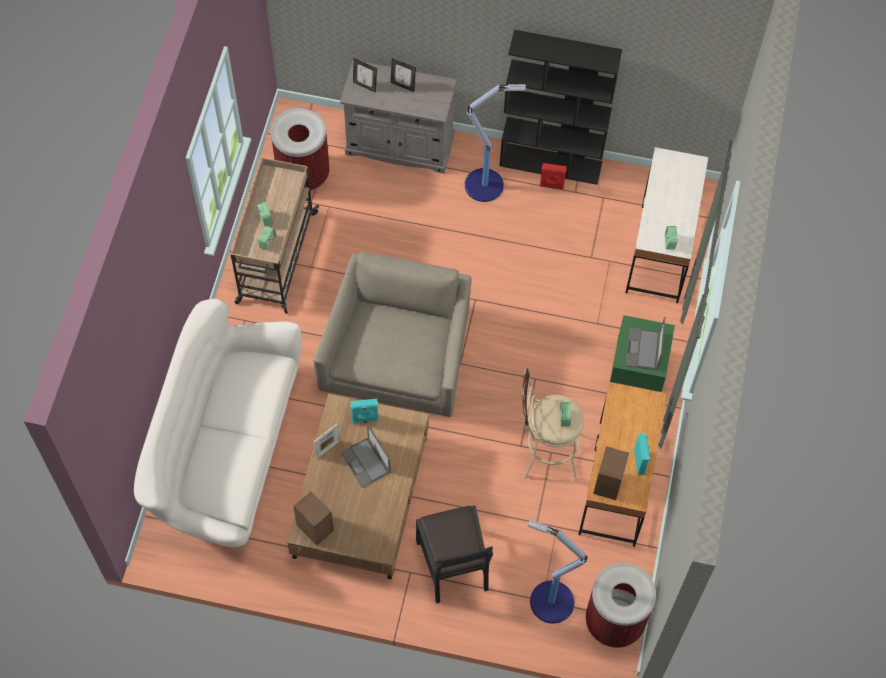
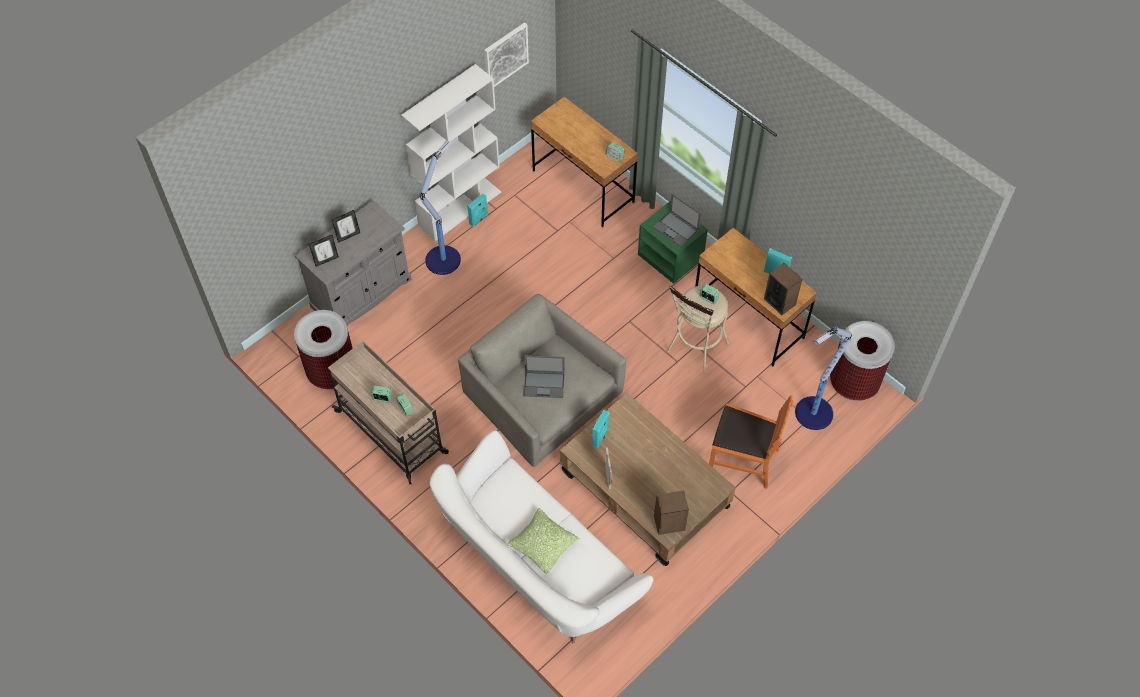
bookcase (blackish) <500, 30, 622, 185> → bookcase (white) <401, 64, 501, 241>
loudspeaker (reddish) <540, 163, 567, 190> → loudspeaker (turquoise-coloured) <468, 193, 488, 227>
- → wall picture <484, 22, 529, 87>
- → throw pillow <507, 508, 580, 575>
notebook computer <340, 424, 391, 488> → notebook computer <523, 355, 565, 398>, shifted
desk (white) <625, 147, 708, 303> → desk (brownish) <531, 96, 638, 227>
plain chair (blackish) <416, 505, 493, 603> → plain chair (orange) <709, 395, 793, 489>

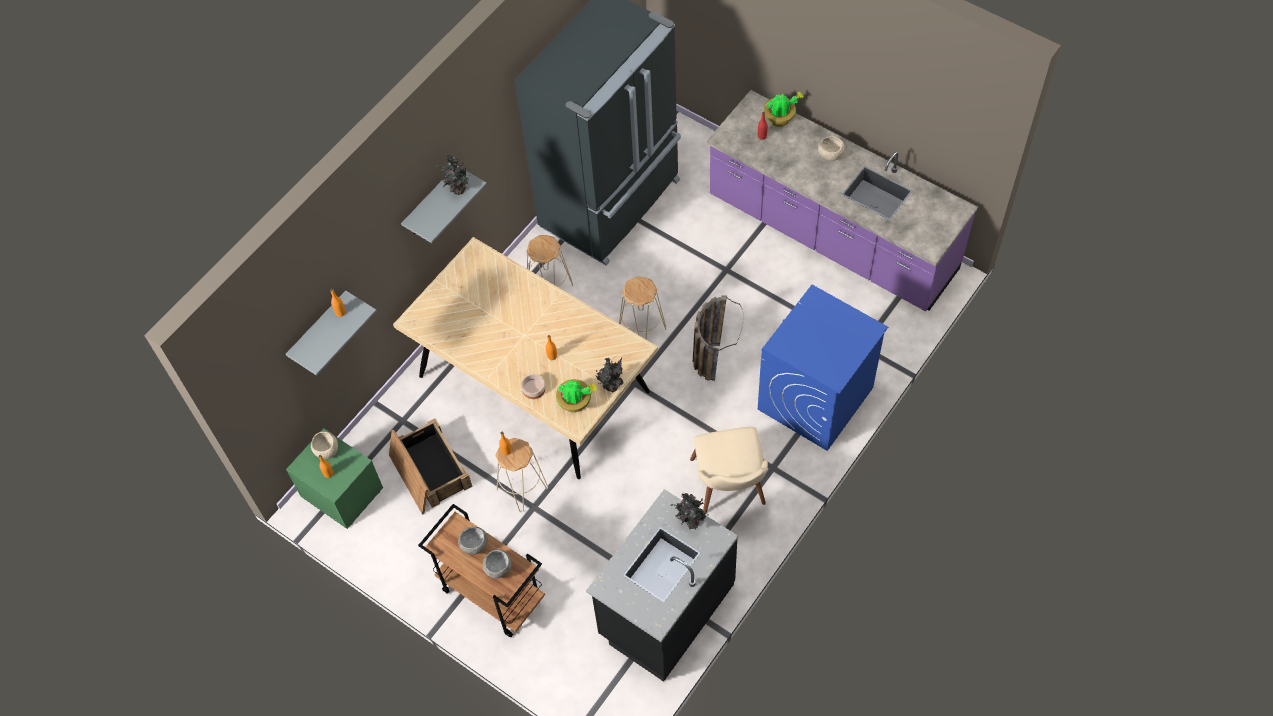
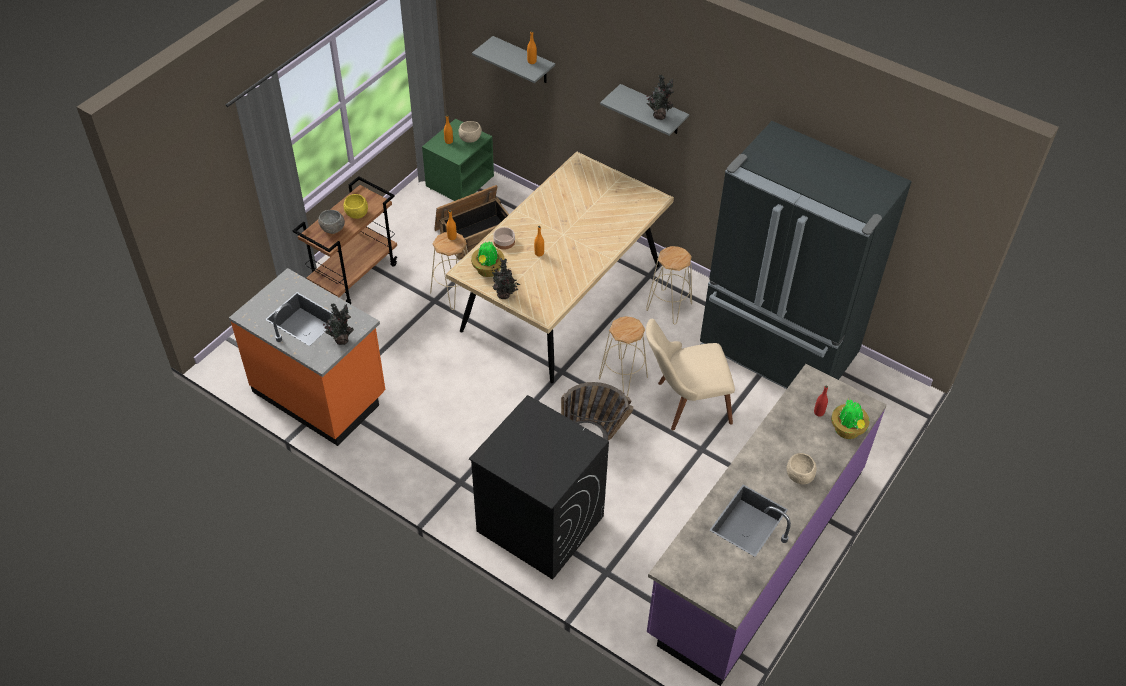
counter (blackish) <586, 489, 738, 682> → counter (orange) <229, 268, 385, 446>
serving bowl (greyish) <458, 527, 488, 555> → serving bowl (yellow-coloured) <344, 194, 368, 219>
washing machine (blue-coloured) <758, 285, 888, 451> → washing machine (blackish) <469, 395, 609, 580>
plain chair (beige-coloured) <690, 427, 768, 514> → plain chair (beige-coloured) <646, 319, 735, 430>, shifted

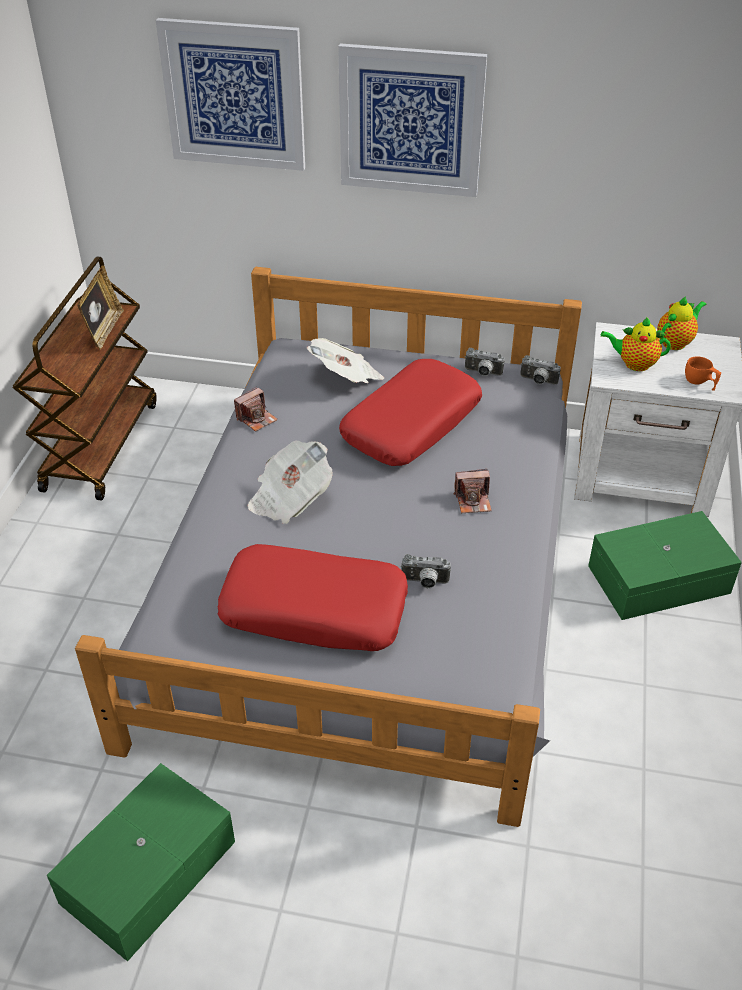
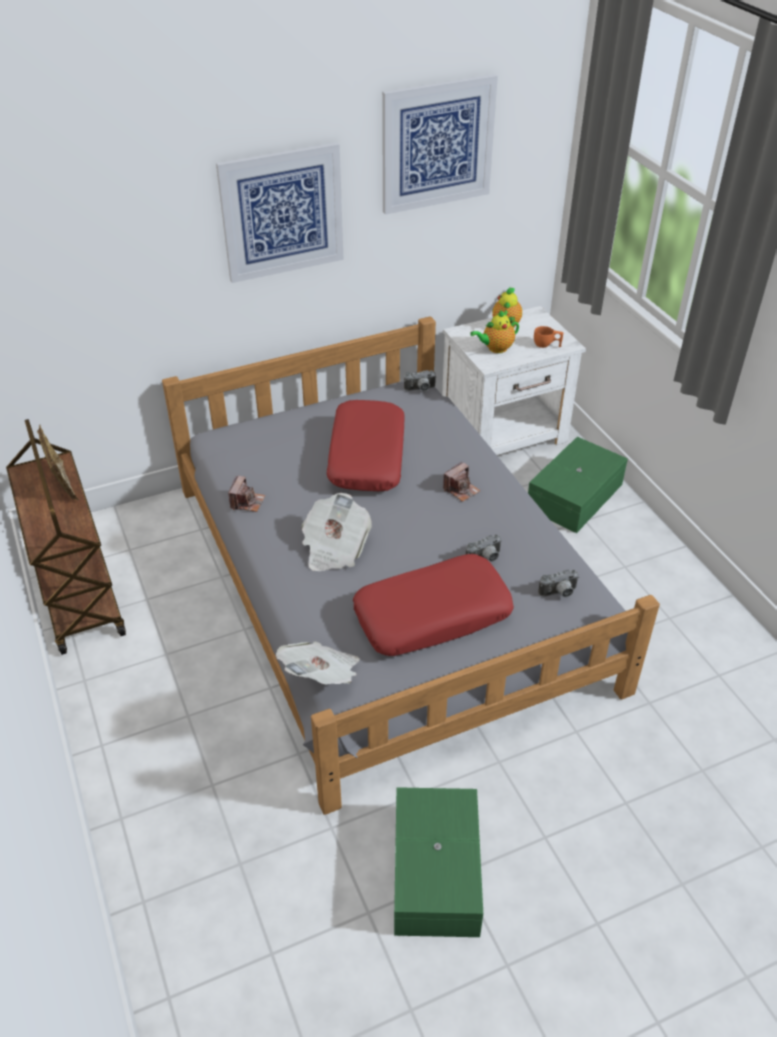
daily paper <306, 338, 384, 383> → daily paper <276, 641, 360, 685>, shifted
wall picture <156, 18, 305, 171> → wall picture <382, 74, 498, 215>, shifted
still camera <465, 348, 505, 376> → still camera <538, 569, 579, 597>, shifted

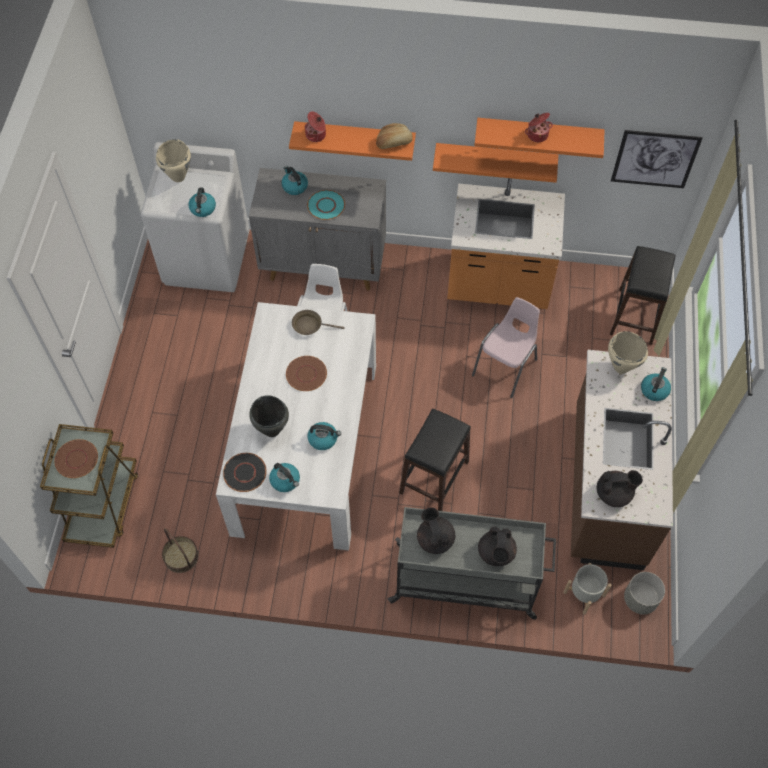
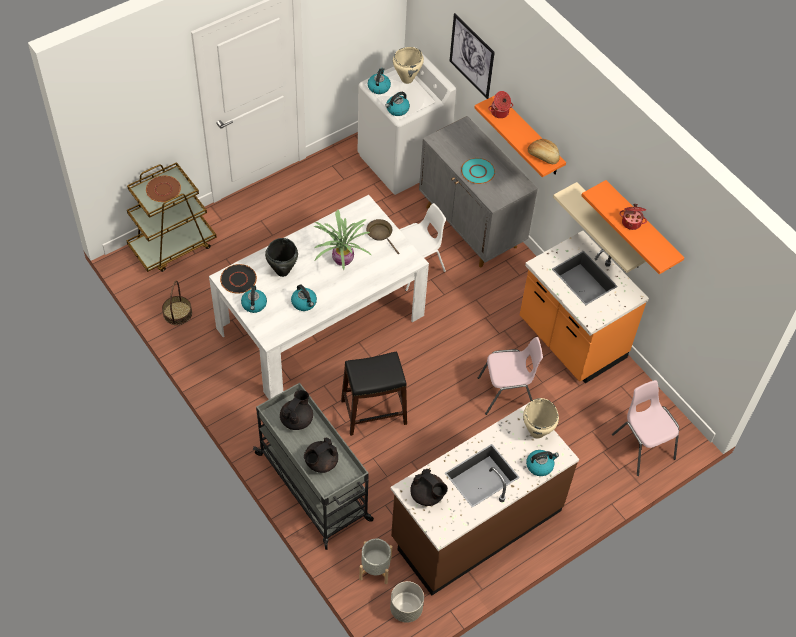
flat dish (brownish) <286, 356, 327, 391> → potted plant <314, 209, 372, 270>
water kettle <281, 166, 308, 195> → water kettle <368, 68, 391, 94>, shifted
wall picture <611, 130, 702, 188> → wall picture <450, 13, 495, 99>, shifted
bracket shelf (orange) <433, 143, 558, 183> → bracket shelf (beige-coloured) <553, 182, 646, 273>
sitting stool (blackish) <610, 246, 676, 345> → plain chair (pinkish) <612, 380, 679, 476>

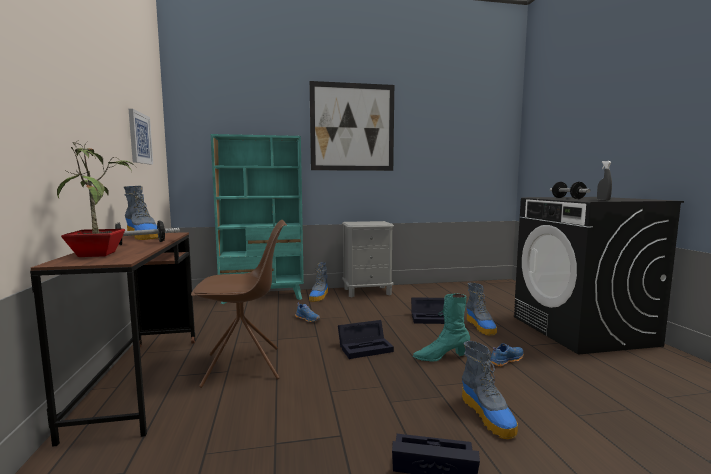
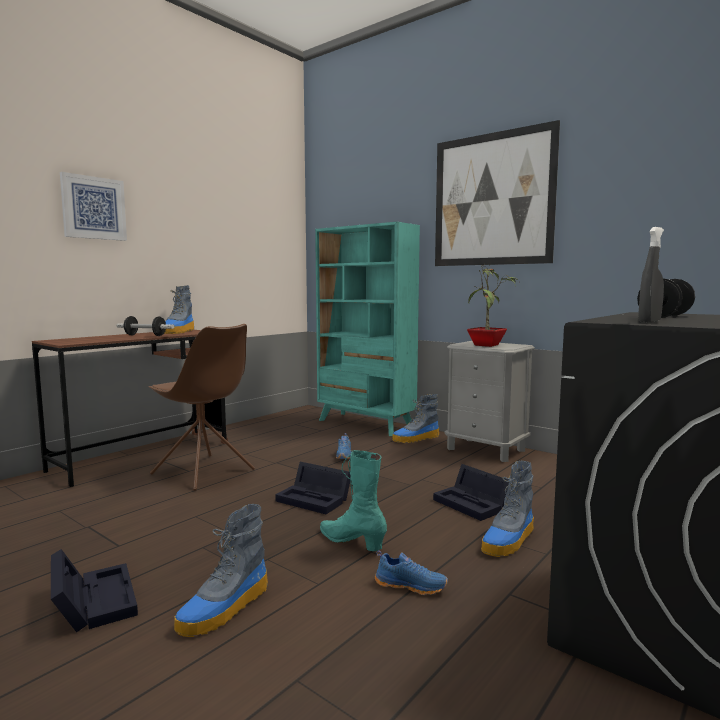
wall picture <129, 109, 153, 164> → wall picture <60, 172, 127, 241>, shifted
potted plant <57, 141, 135, 257> → potted plant <467, 265, 519, 347>, shifted

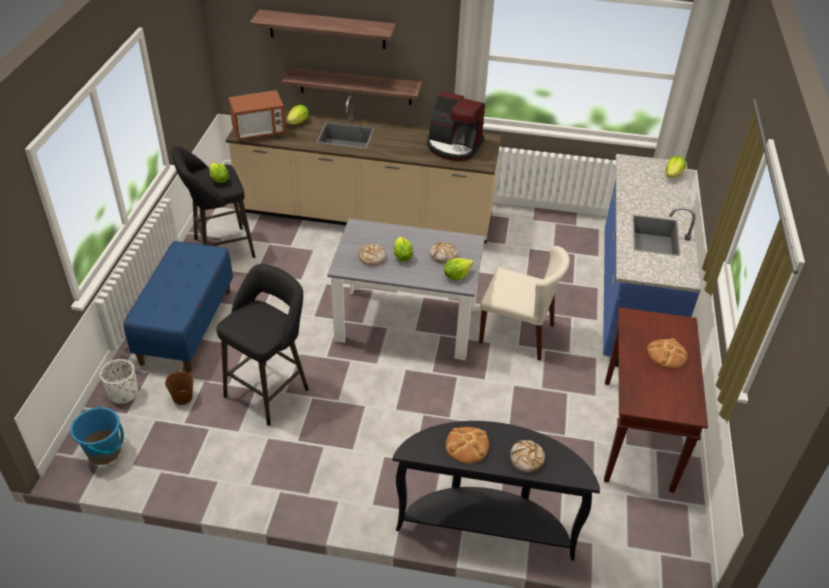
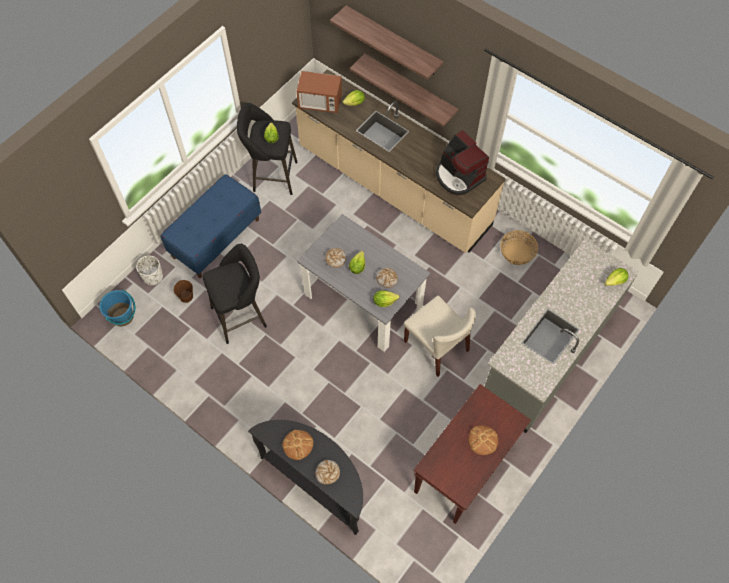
counter (blue-coloured) <603, 154, 701, 367> → counter (greyish) <485, 239, 639, 433>
- → household basket <500, 230, 538, 265>

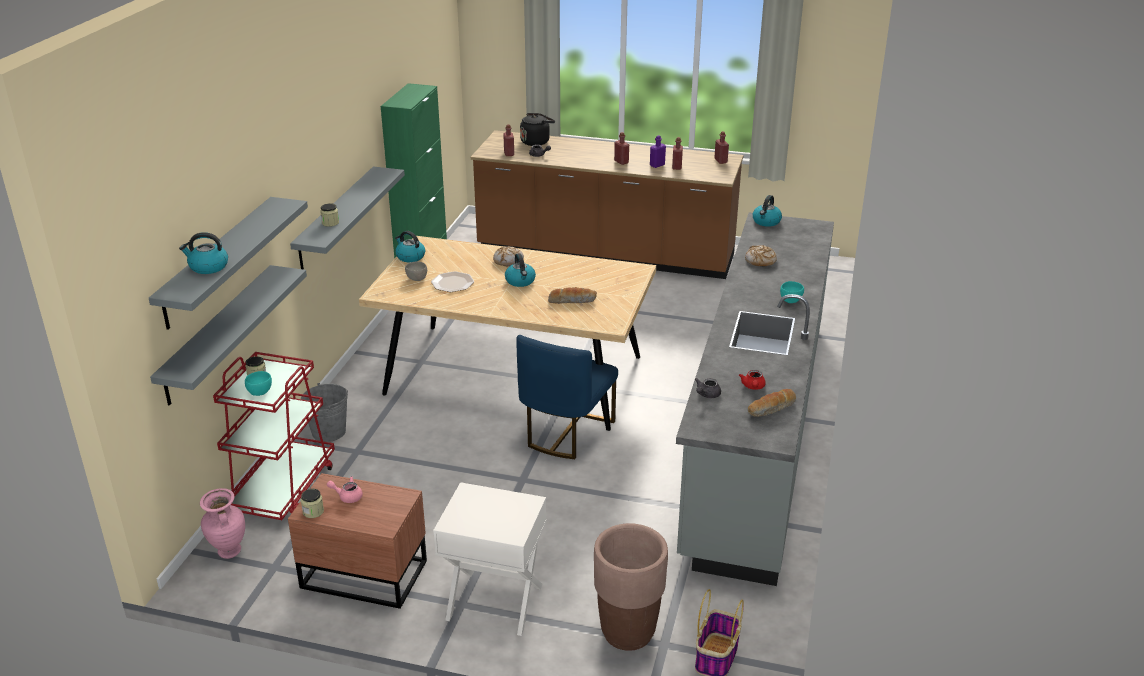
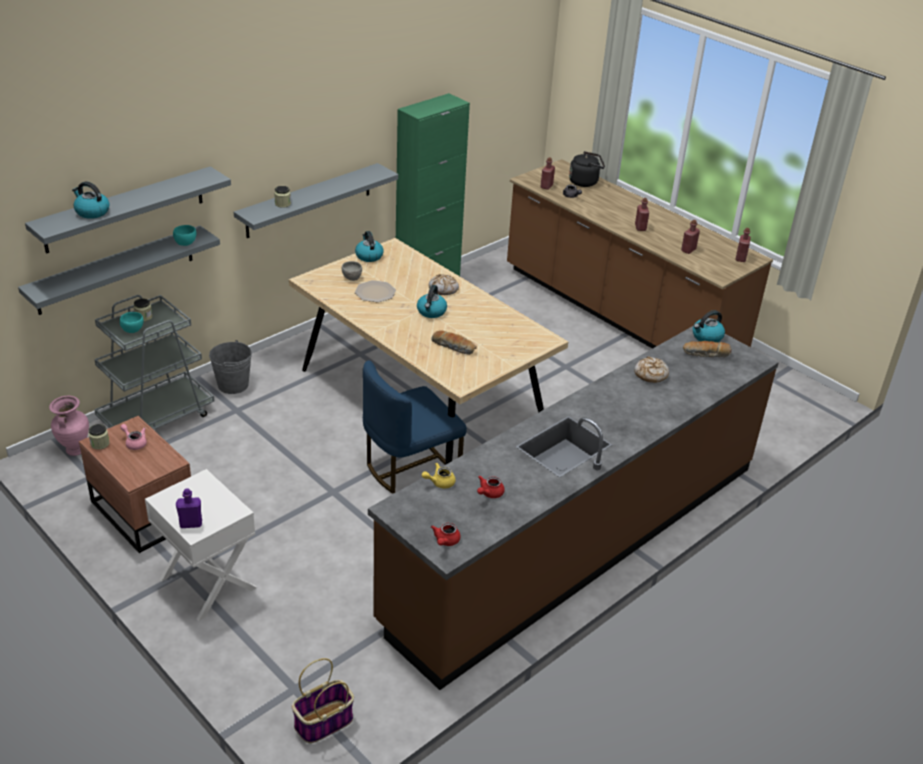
wheeled cart (reddish) <213, 352, 335, 520> → wheeled cart (greyish) <94, 295, 215, 430>
serving bowl (turquoise-coloured) <780, 281, 804, 303> → serving bowl (turquoise-coloured) <173, 225, 196, 246>, shifted
bottle (purplish) <650, 135, 666, 168> → bottle (purplish) <176, 489, 202, 528>, shifted
counter (greyish) <676, 212, 834, 586> → counter (brownish) <368, 326, 779, 690>
tea pot (greyish) <695, 378, 721, 398> → tea pot (yellow-coloured) <422, 463, 456, 488>
- → tea pot (reddish) <431, 523, 460, 546>
baked bread <748, 389, 796, 417> → baked bread <683, 341, 732, 357>, shifted
planter (brownish) <594, 523, 668, 651> → -

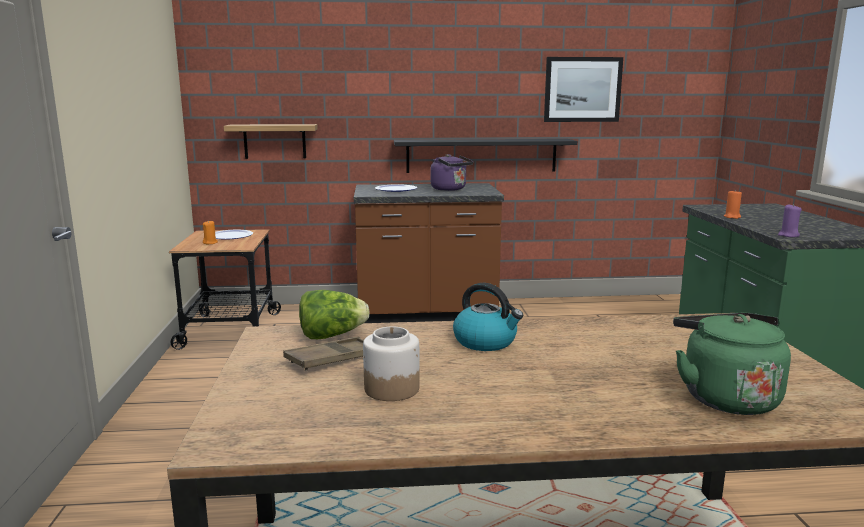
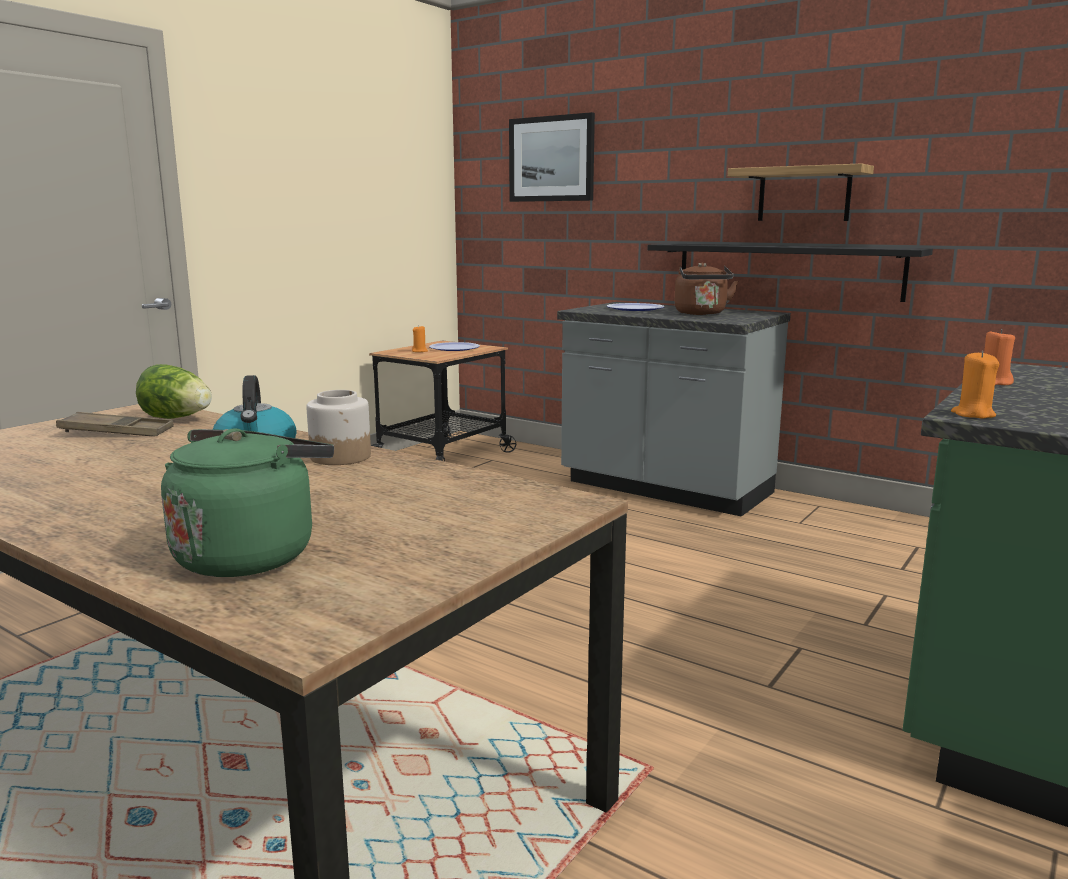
preserve jar <363, 326, 420, 401> → preserve jar <307, 390, 371, 465>, shifted
wall picture <544, 57, 623, 122> → wall picture <509, 112, 595, 202>, shifted
counter (brownish) <354, 183, 504, 323> → counter (greyish) <557, 302, 791, 517>
water kettle (purplish) <430, 154, 473, 191> → water kettle (brownish) <675, 263, 738, 315>
bracket shelf <224, 124, 318, 159> → bracket shelf <728, 163, 874, 221>, shifted
wax light (purplish) <778, 204, 802, 237> → wax light (orange) <951, 351, 999, 419>

